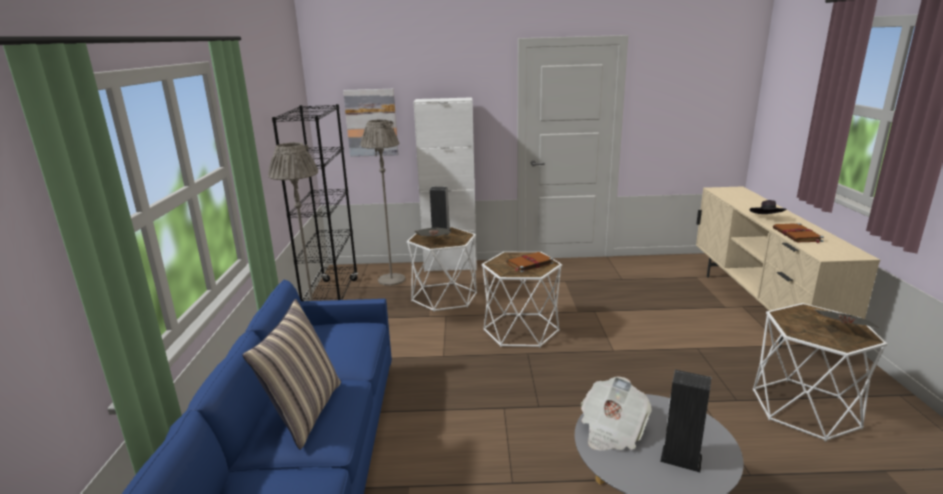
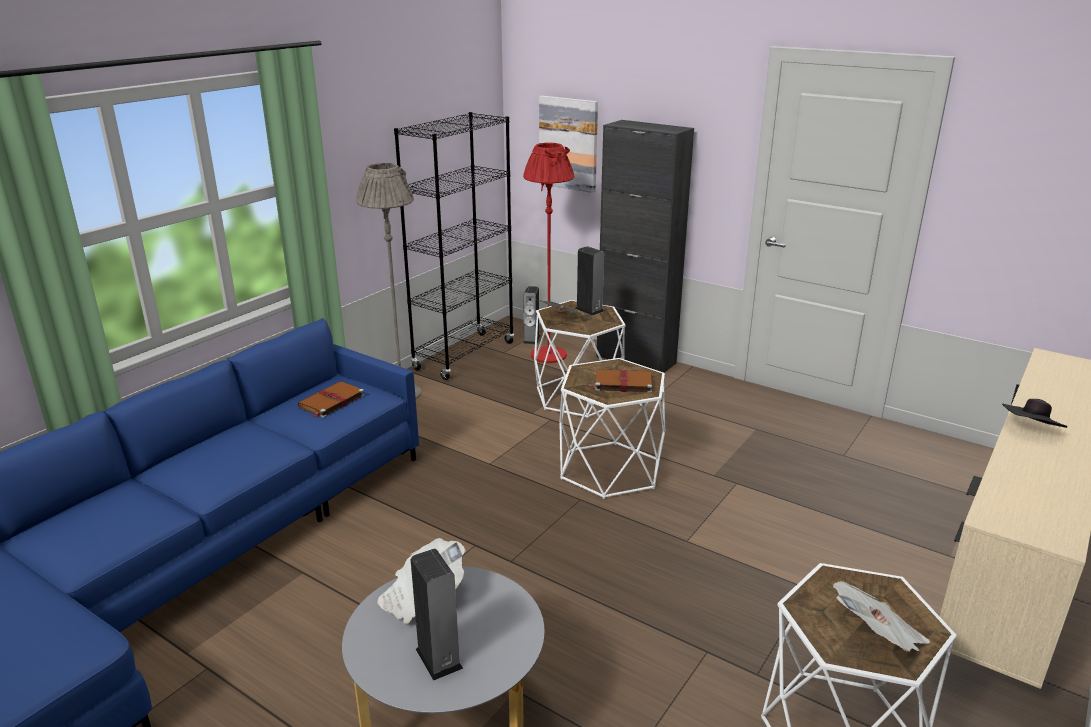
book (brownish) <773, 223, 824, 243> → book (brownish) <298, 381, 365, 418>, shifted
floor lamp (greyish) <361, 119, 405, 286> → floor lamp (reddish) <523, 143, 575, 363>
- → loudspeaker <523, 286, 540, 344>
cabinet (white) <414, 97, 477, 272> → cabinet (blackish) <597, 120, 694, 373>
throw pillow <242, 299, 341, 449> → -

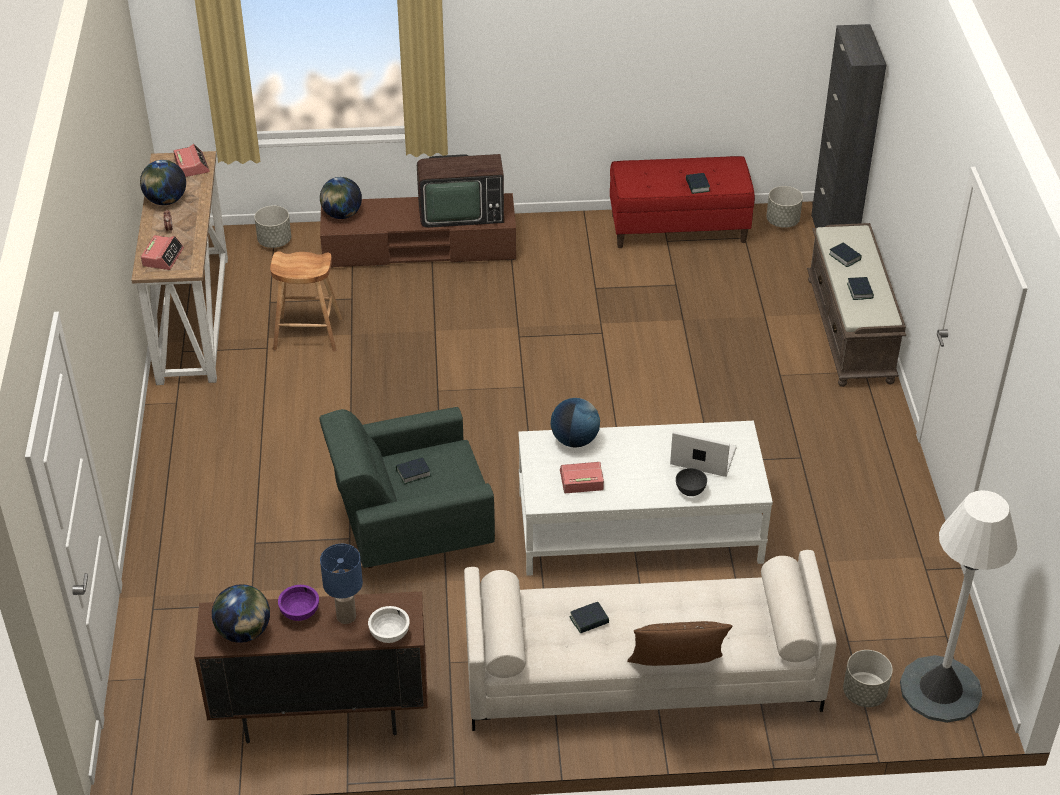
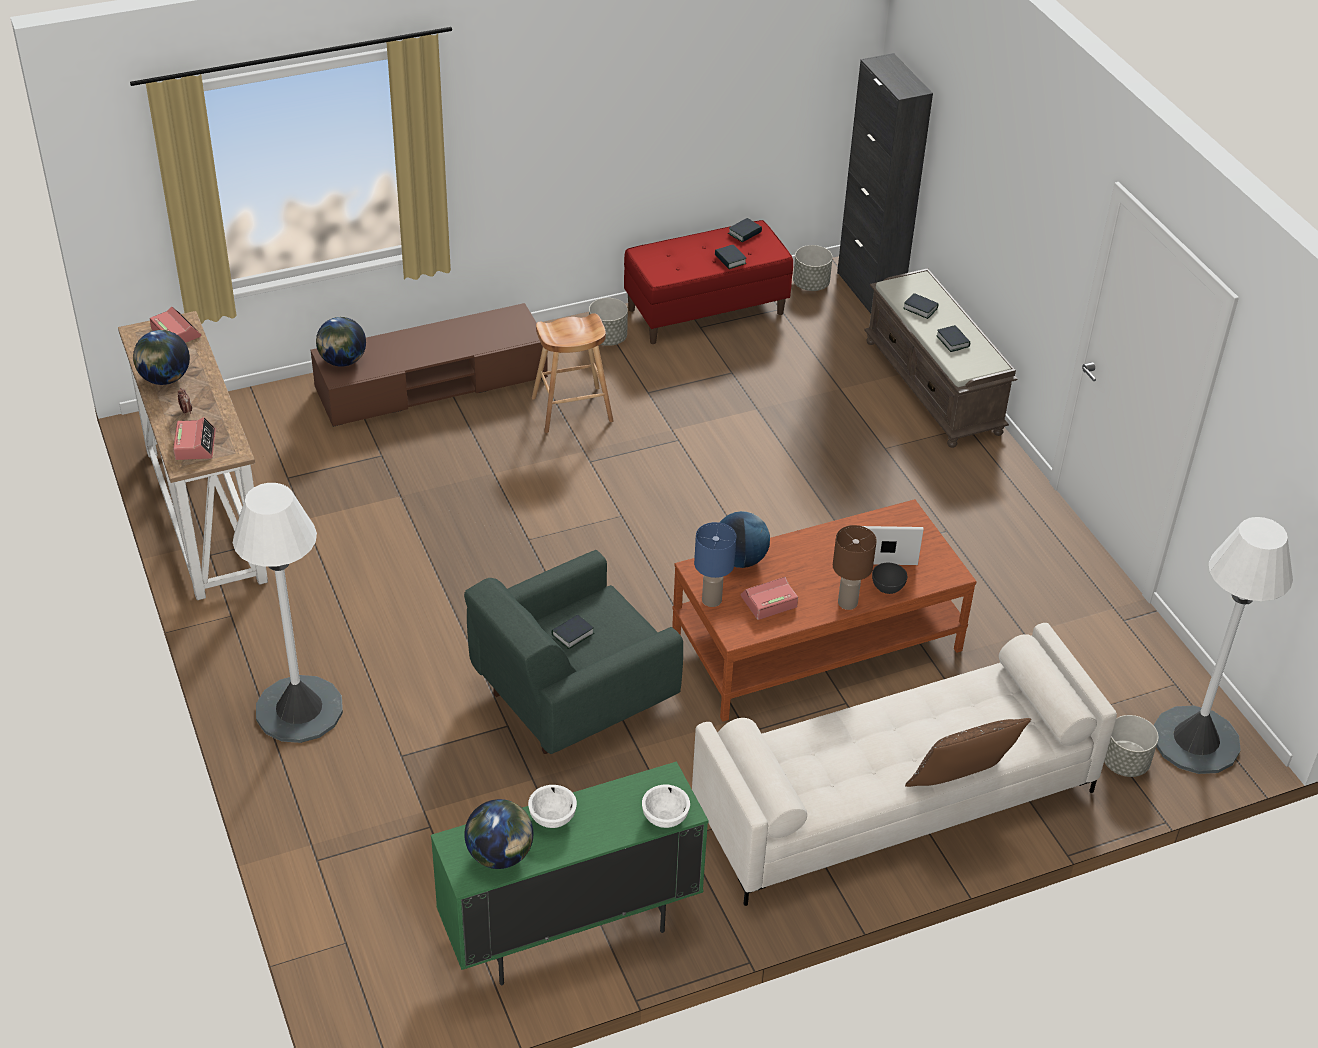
- → floor lamp (white) <233, 483, 343, 743>
cabinet (brownish) <194, 592, 428, 743> → cabinet (green-coloured) <431, 761, 709, 985>
serving bowl (purplish) <278, 585, 319, 621> → serving bowl (white) <528, 785, 577, 828>
sitting stool (brownish) <270, 251, 342, 352> → sitting stool (brownish) <532, 313, 614, 433>, shifted
planter (greyish) <254, 206, 291, 248> → planter (greyish) <589, 298, 628, 346>, shifted
lounge table (white) <518, 421, 773, 576> → lounge table (brownish) <672, 499, 977, 721>
lamp for a table (blue-coloured) <320, 544, 363, 624> → lamp for a table (blue-coloured) <694, 522, 736, 607>, shifted
book <569, 602, 609, 634> → book <728, 218, 762, 242>, shifted
- → lamp for a table (brownish) <833, 525, 877, 610>
TV set <417, 154, 504, 228> → -

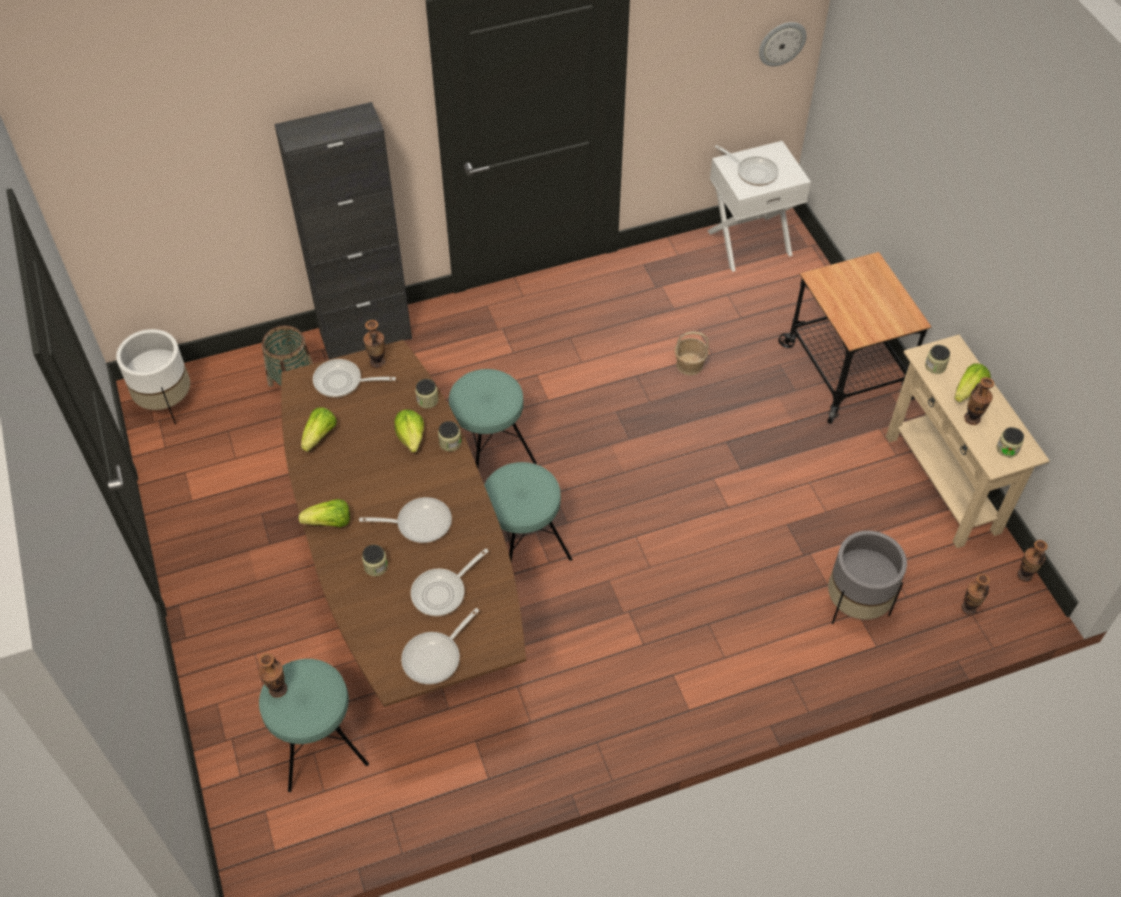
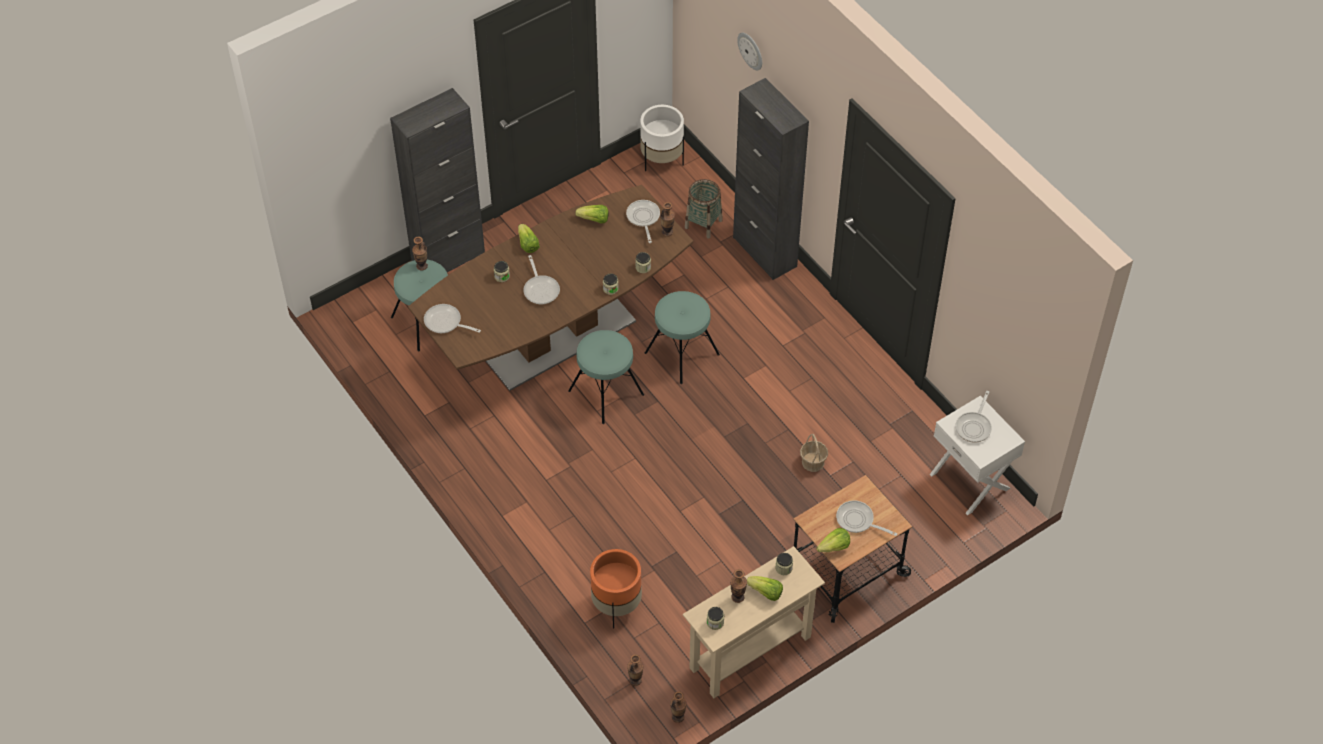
- → cabinet (blackish) <390, 88, 485, 272>
planter (greyish) <828, 531, 907, 624> → planter (orange) <590, 549, 642, 629>
wall clock <759, 22, 807, 66> → wall clock <737, 33, 762, 70>, shifted
lettuce <394, 410, 424, 453> → lettuce <816, 528, 850, 552>, shifted
frying pan <411, 548, 489, 616> → frying pan <836, 500, 897, 536>, shifted

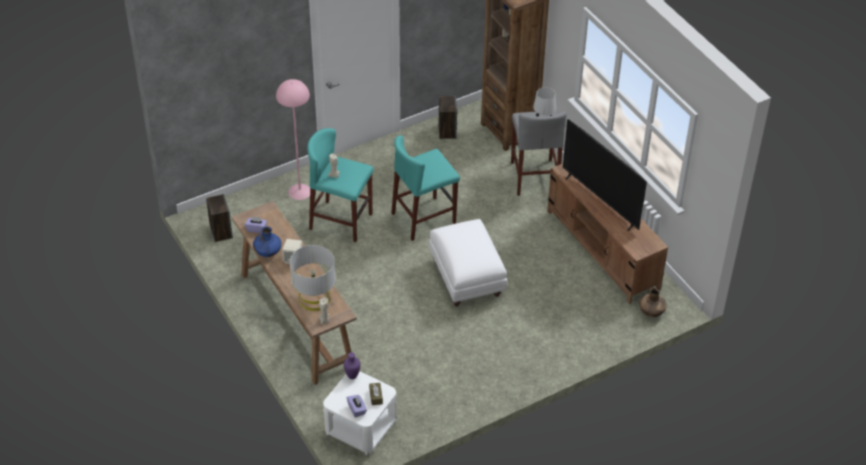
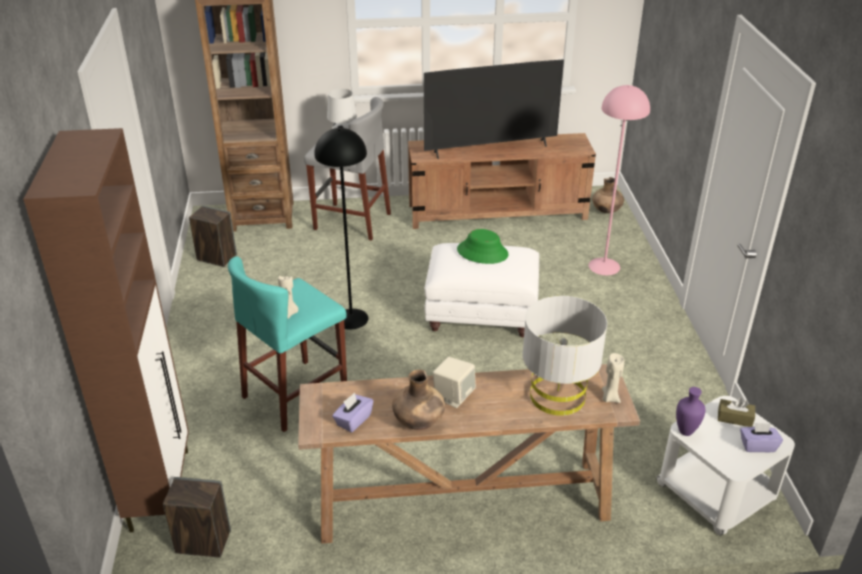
- → cabinet (brownish) <23, 128, 189, 532>
sitting stool (turquoise-coloured) <391, 135, 460, 241> → floor lamp (blackish) <314, 128, 368, 329>
decorative vase (blue-coloured) <253, 226, 282, 257> → decorative vase (brownish) <392, 370, 445, 430>
- → hat (green-coloured) <457, 229, 509, 264>
floor lamp (pinkish) <276, 79, 310, 200> → floor lamp (pinkish) <589, 85, 650, 275>, shifted

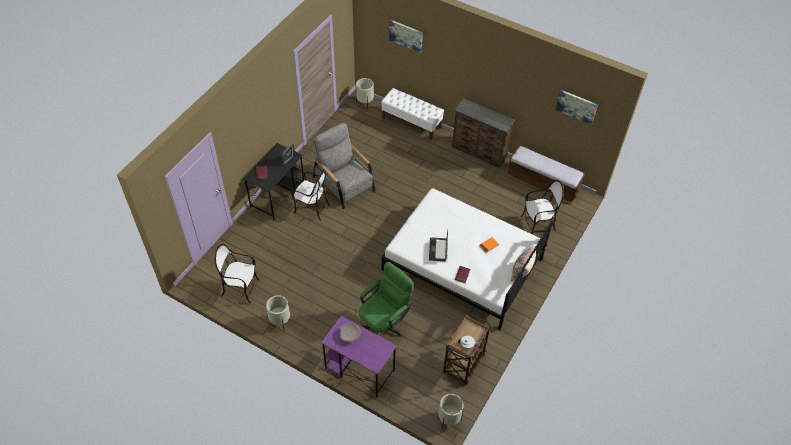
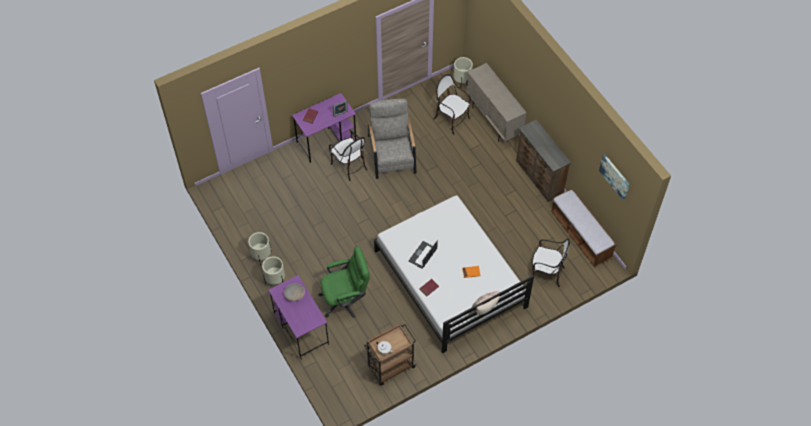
planter (beige-coloured) <439, 394, 464, 428> → planter (beige-coloured) <262, 256, 285, 285>, shifted
desk (blackish) <243, 143, 304, 220> → desk (purplish) <292, 93, 357, 163>
plain chair <214, 244, 259, 303> → plain chair <434, 74, 471, 135>, shifted
long seat (white) <381, 88, 444, 141> → cabinet (beige-coloured) <466, 63, 526, 142>
wall picture <389, 20, 423, 53> → -

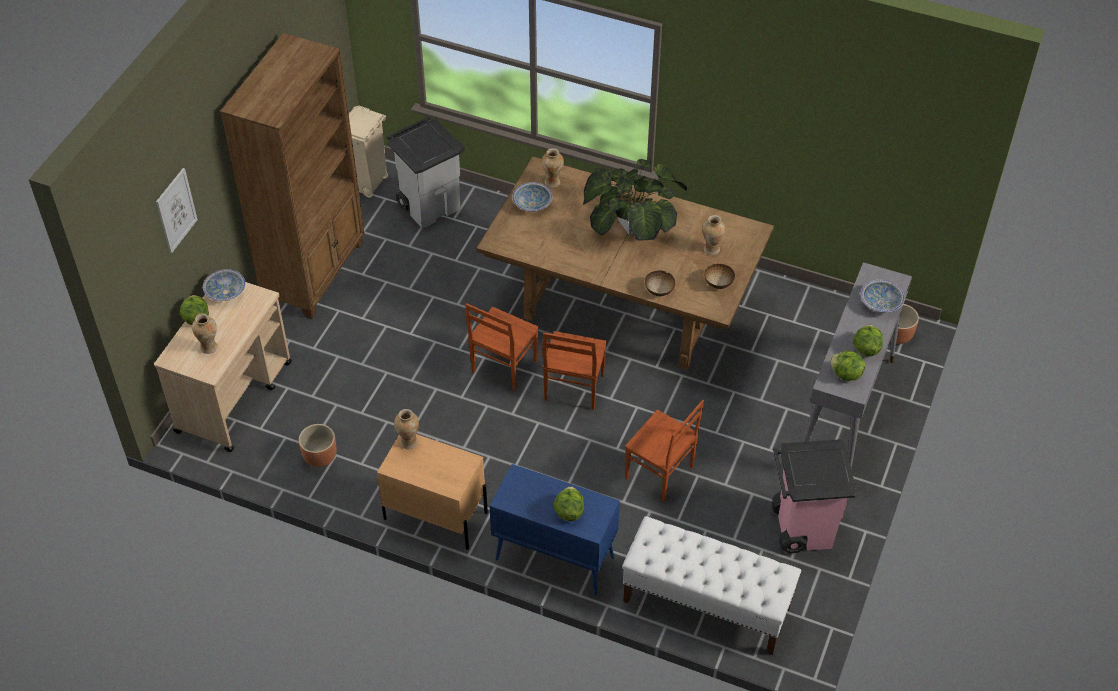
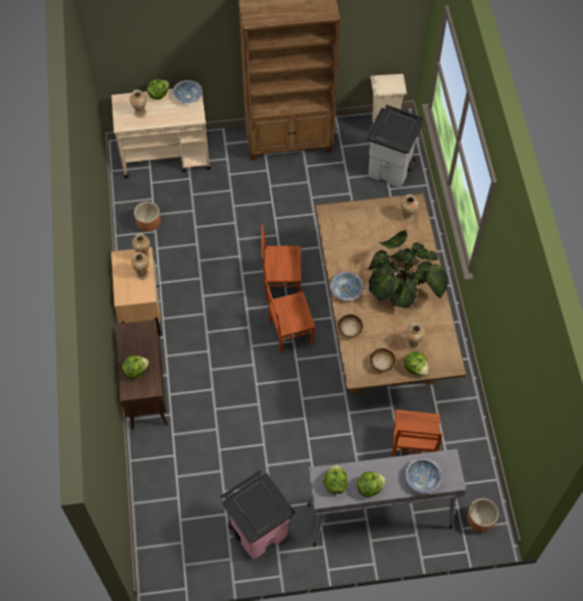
cabinet (blue-coloured) <490, 464, 620, 596> → cabinet (brownish) <116, 319, 168, 430>
- → decorative vase <131, 252, 149, 279>
serving bowl <512, 182, 553, 212> → serving bowl <330, 272, 363, 300>, shifted
plain chair (brownish) <625, 400, 704, 502> → plain chair (brownish) <392, 410, 442, 457>, shifted
- → lettuce <404, 351, 428, 376>
wall picture <156, 168, 198, 253> → -
long seat (white) <622, 516, 801, 655> → -

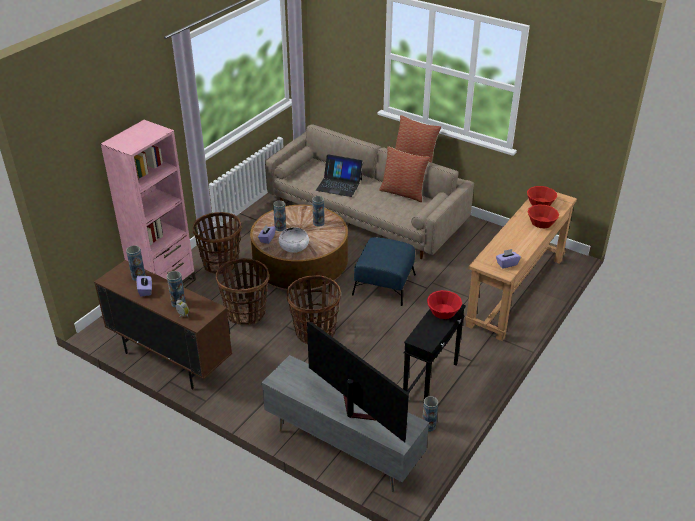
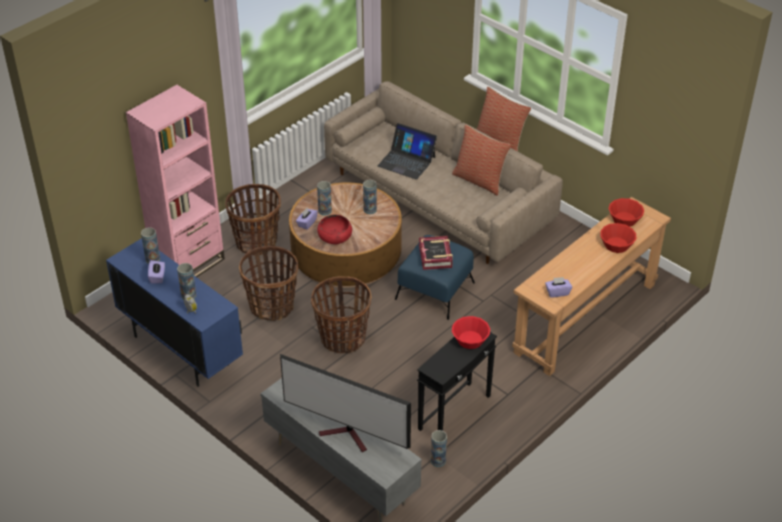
cabinet (brownish) <94, 260, 232, 389> → cabinet (blue-coloured) <106, 238, 243, 387>
TV set <307, 322, 409, 442> → TV set <280, 354, 411, 452>, 150 degrees clockwise
serving bowl (white) <279, 227, 309, 253> → serving bowl (reddish) <317, 215, 352, 245>
- → book <419, 236, 453, 270>

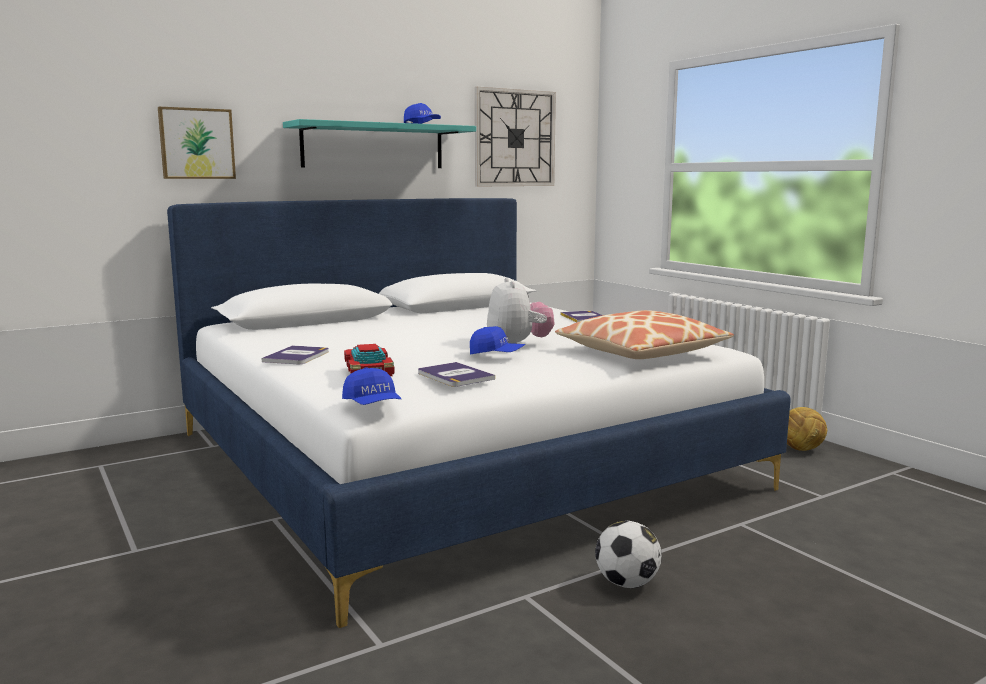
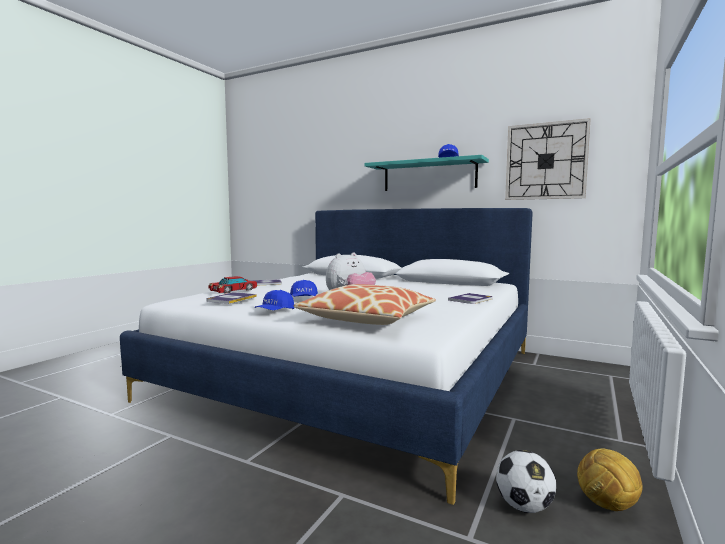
peaked cap (blue-coloured) <342, 367, 401, 405> → peaked cap (blue-coloured) <254, 290, 294, 310>, shifted
ball for football <595, 521, 662, 588> → ball for football <496, 450, 556, 513>, shifted
wall picture <158, 107, 236, 179> → -

